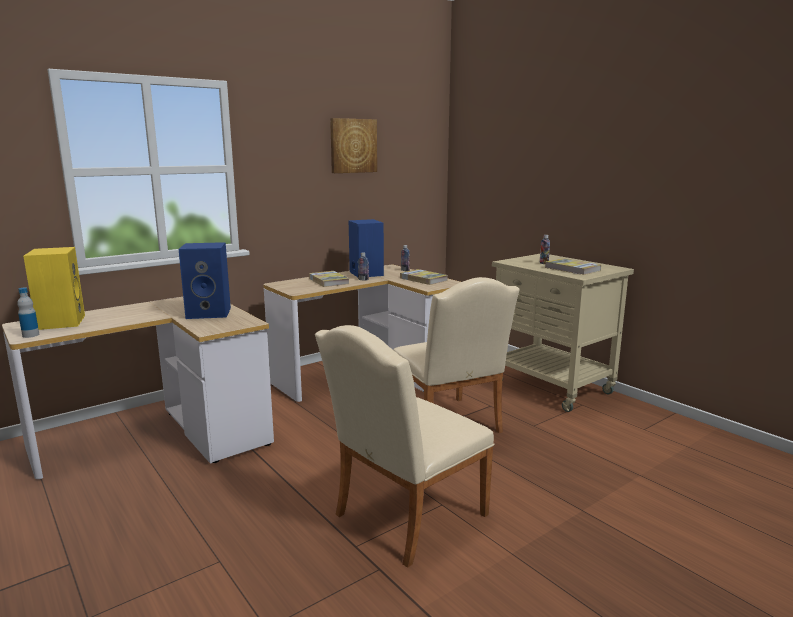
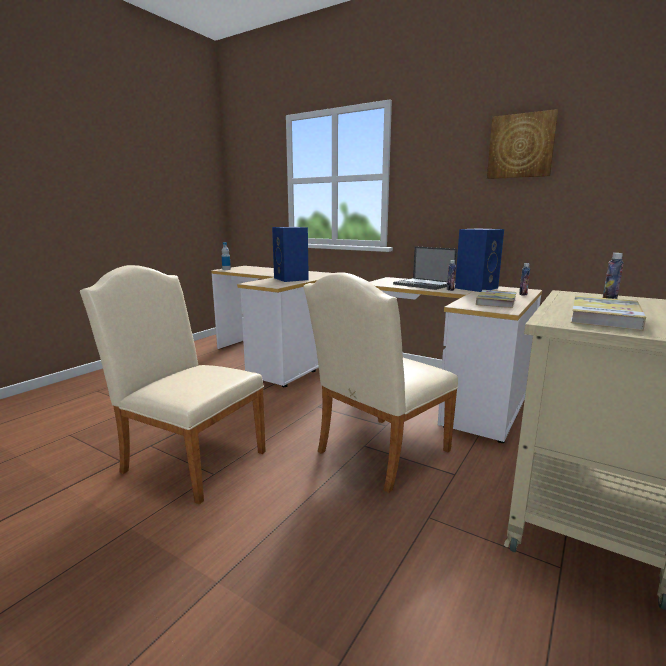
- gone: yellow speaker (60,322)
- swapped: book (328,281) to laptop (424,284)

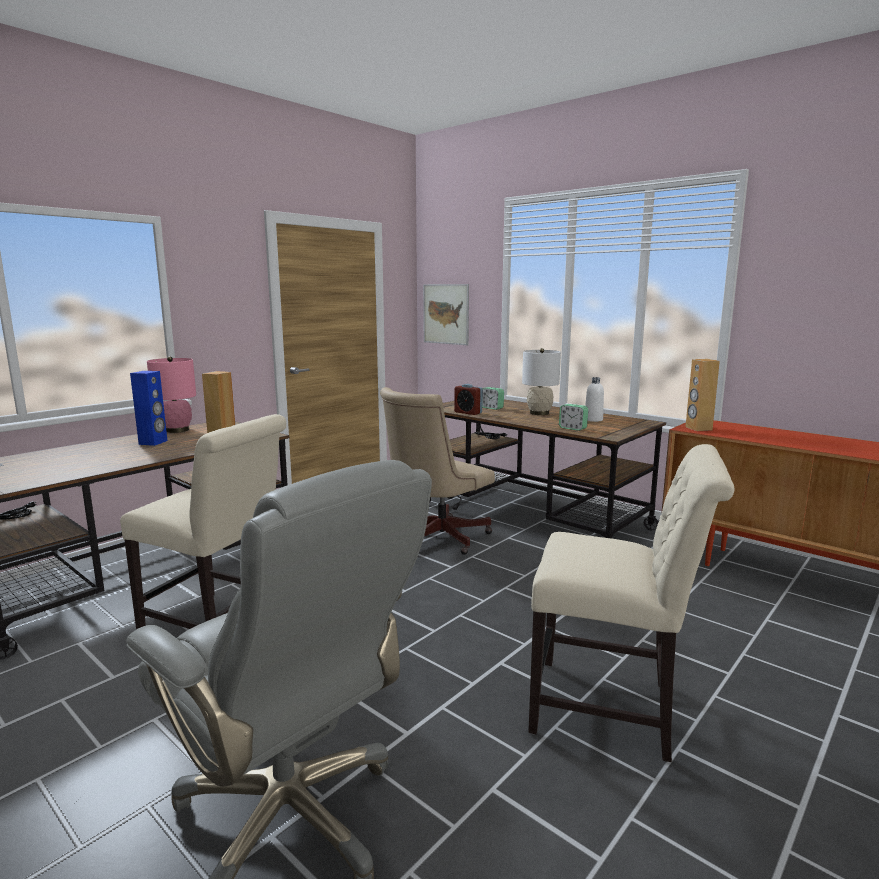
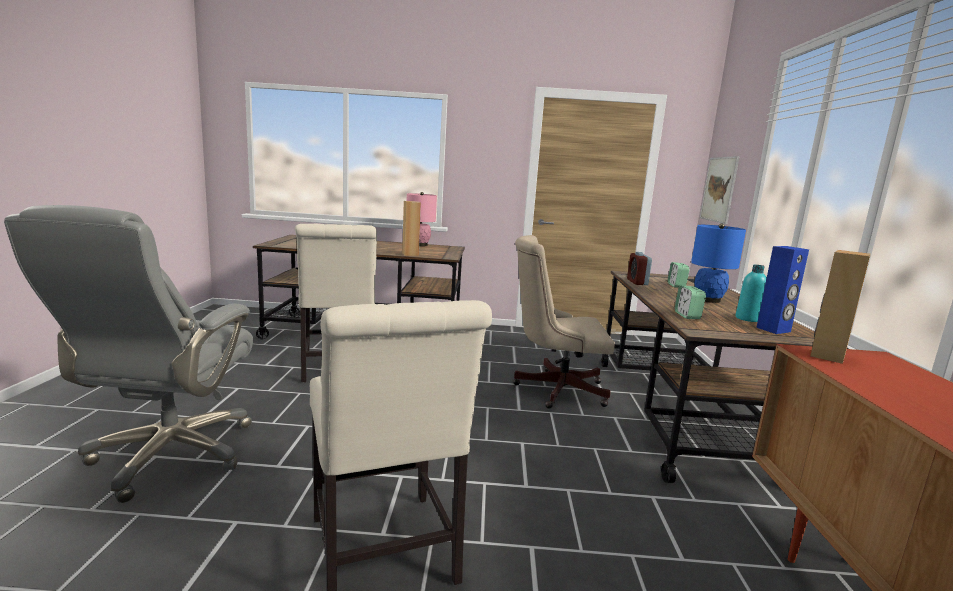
- repainted: white table lamp (539,413) to blue table lamp (708,300)
- shifted: blue speaker (153,442) to (773,330)
- repainted: white bottle (593,420) to turquoise bottle (748,319)

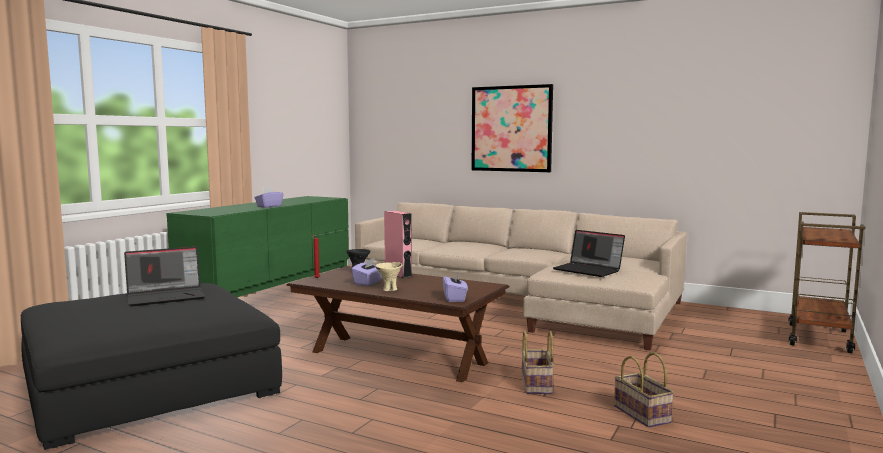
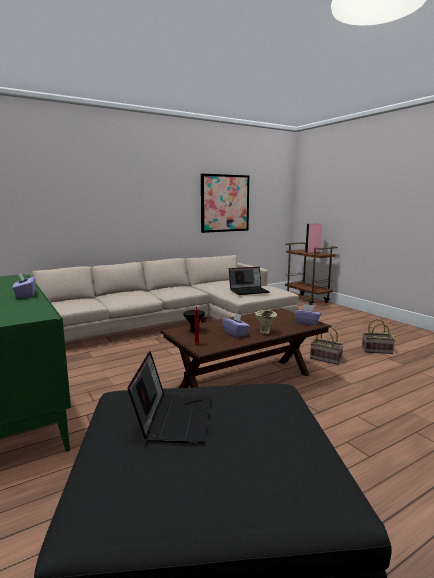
- shifted: picture (511,128) to (225,203)
- shifted: pink speaker (398,274) to (312,252)

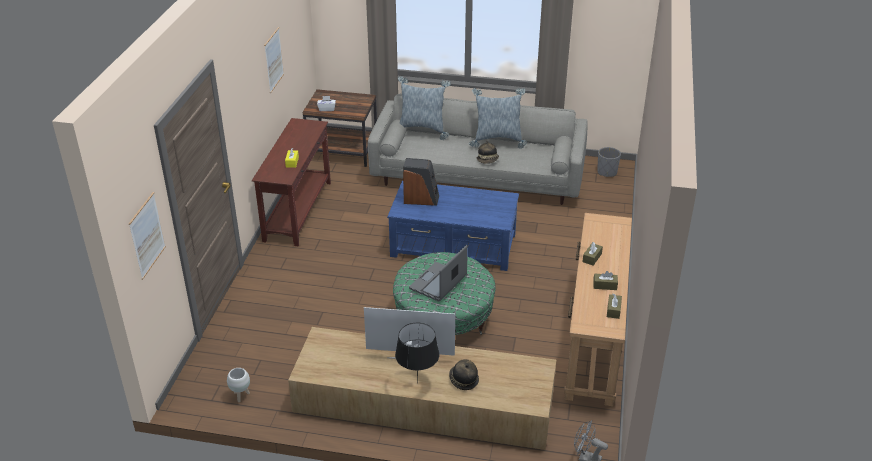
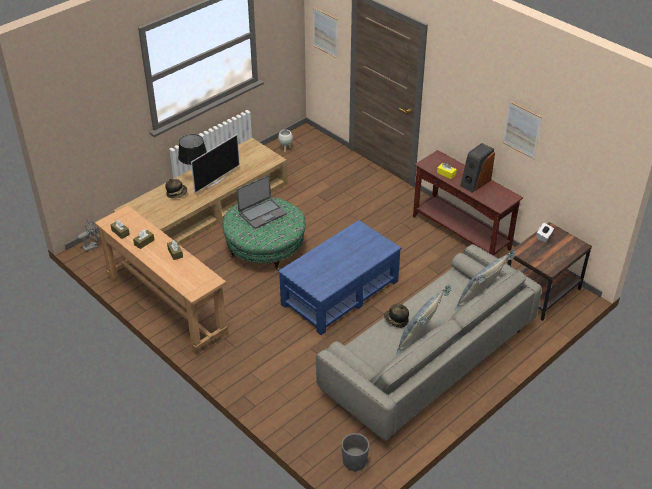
- shifted: speaker (421,199) to (475,182)
- rotated: laptop (438,283) = (262,213) 75 degrees clockwise

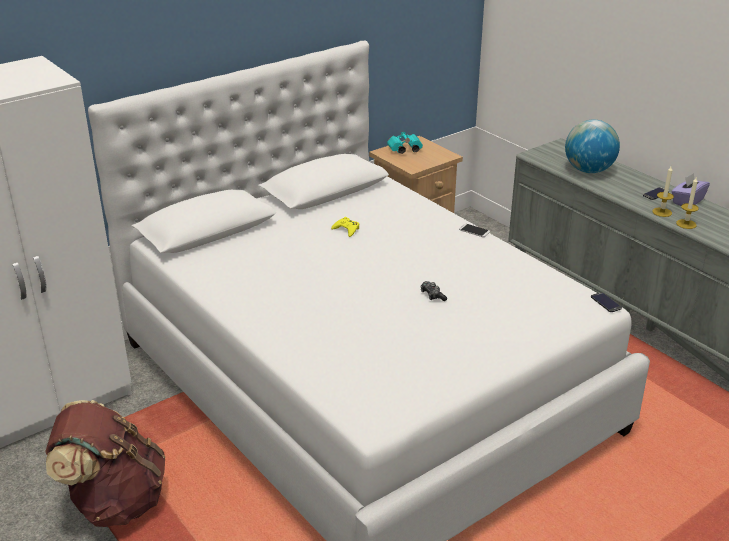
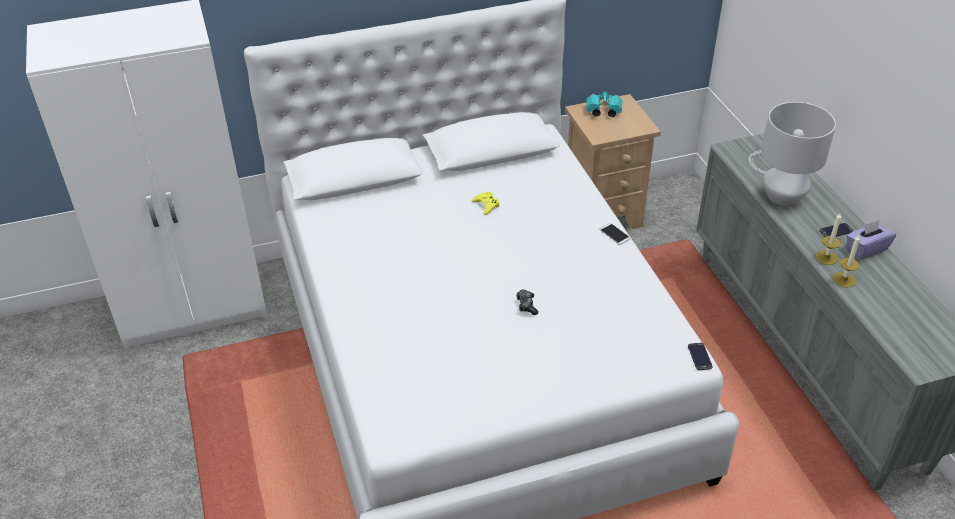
- swapped: globe (588,170) to grey table lamp (778,183)
- gone: brown backpack (115,501)

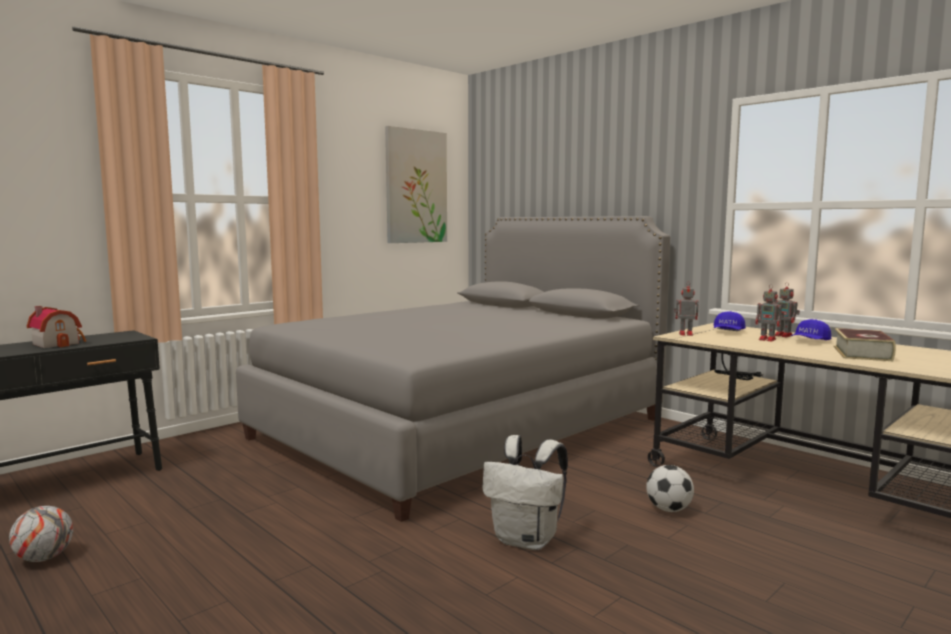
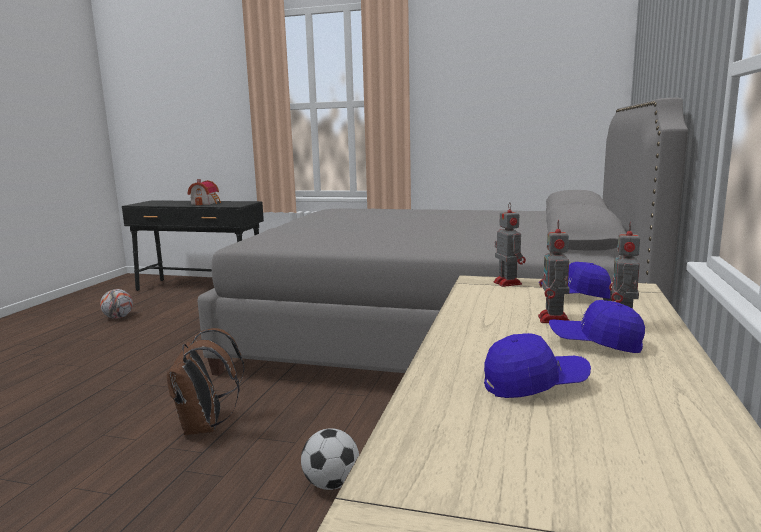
- gone: picture (416,186)
- swapped: book (862,353) to blue cap (534,385)
- repainted: white backpack (527,540) to brown backpack (205,427)

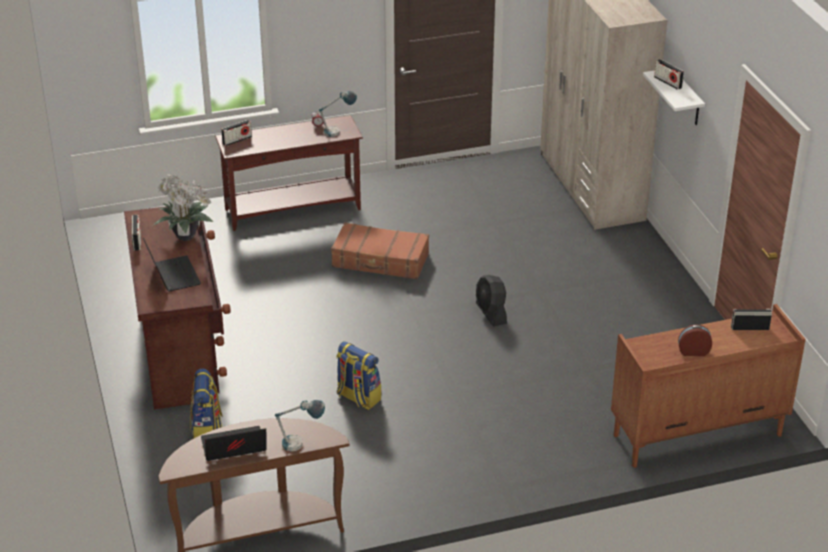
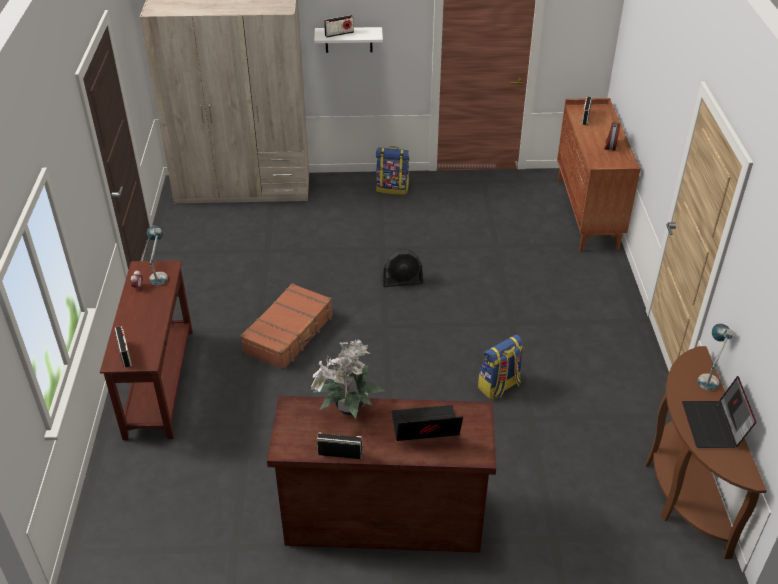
- shifted: backpack (207,429) to (392,188)

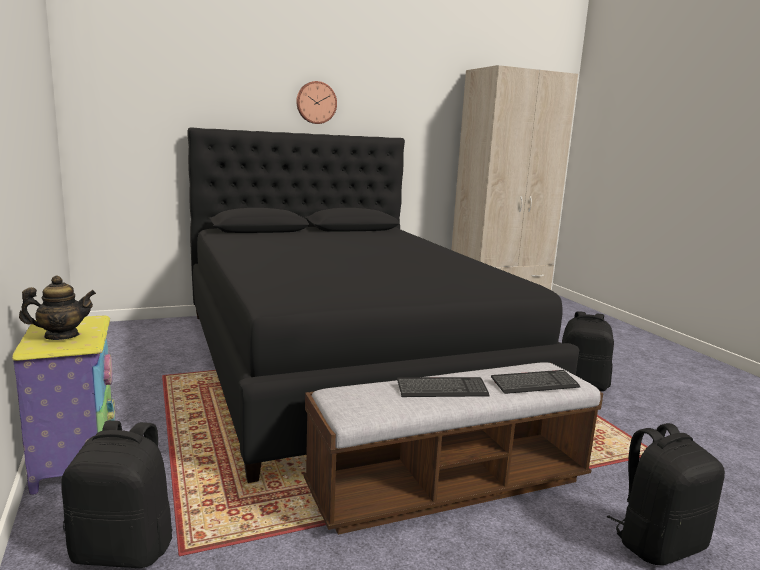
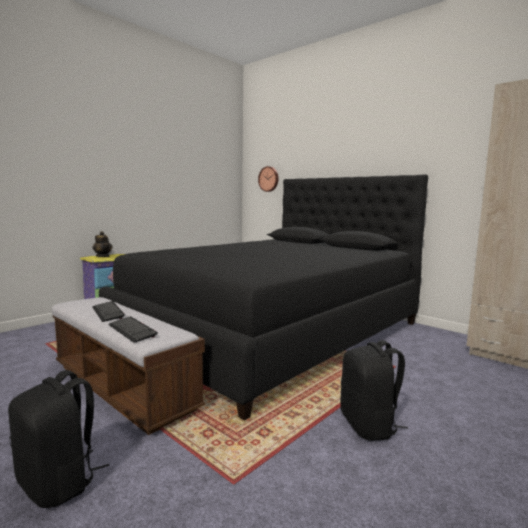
- shifted: wall clock (316,102) to (269,179)
- gone: black backpack (125,549)

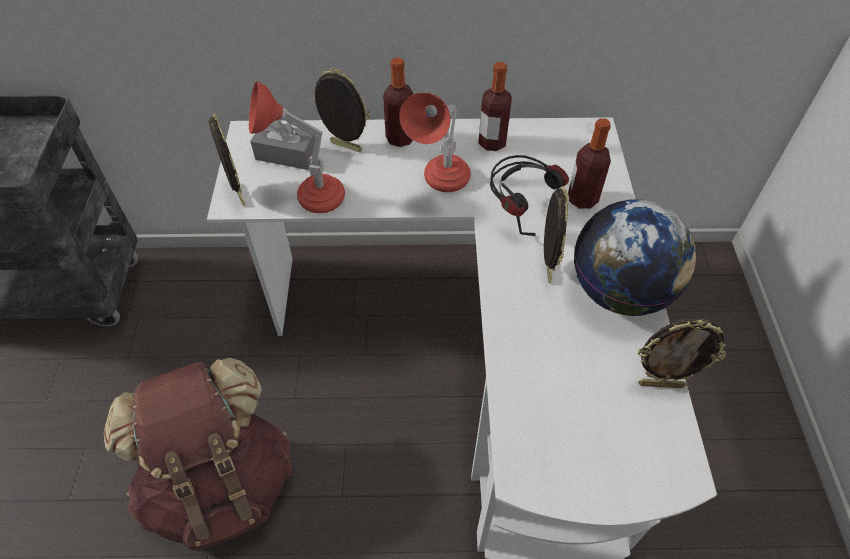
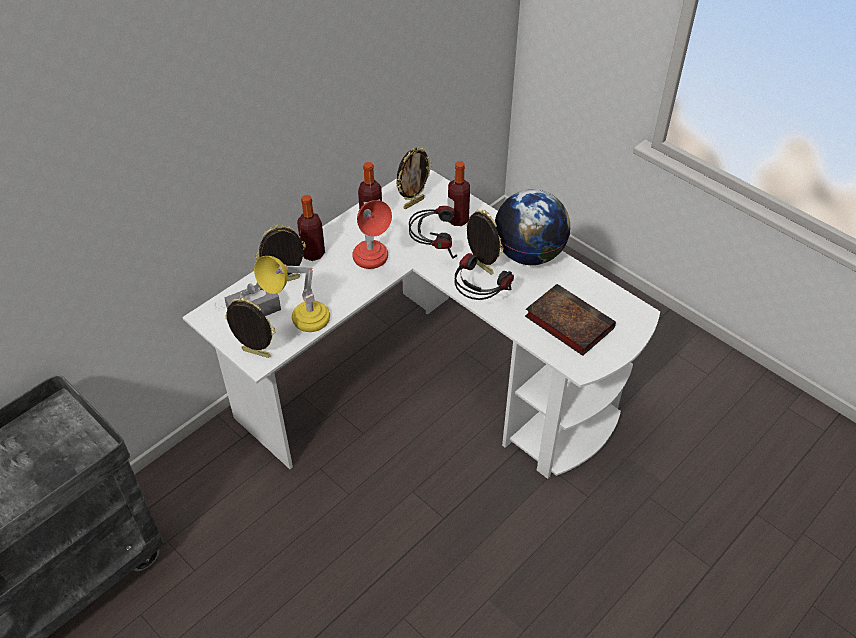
- repainted: red table lamp (307,196) to yellow table lamp (301,324)
- shifted: picture frame (661,384) to (413,203)
- gone: brown backpack (222,484)
- new: headphones (479,299)
- new: book (566,322)

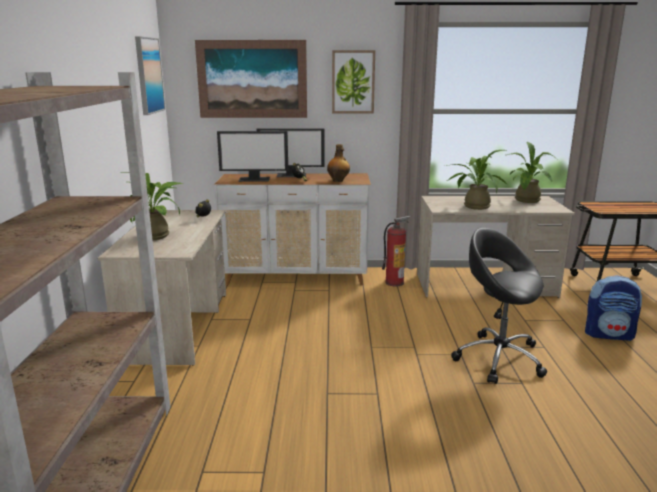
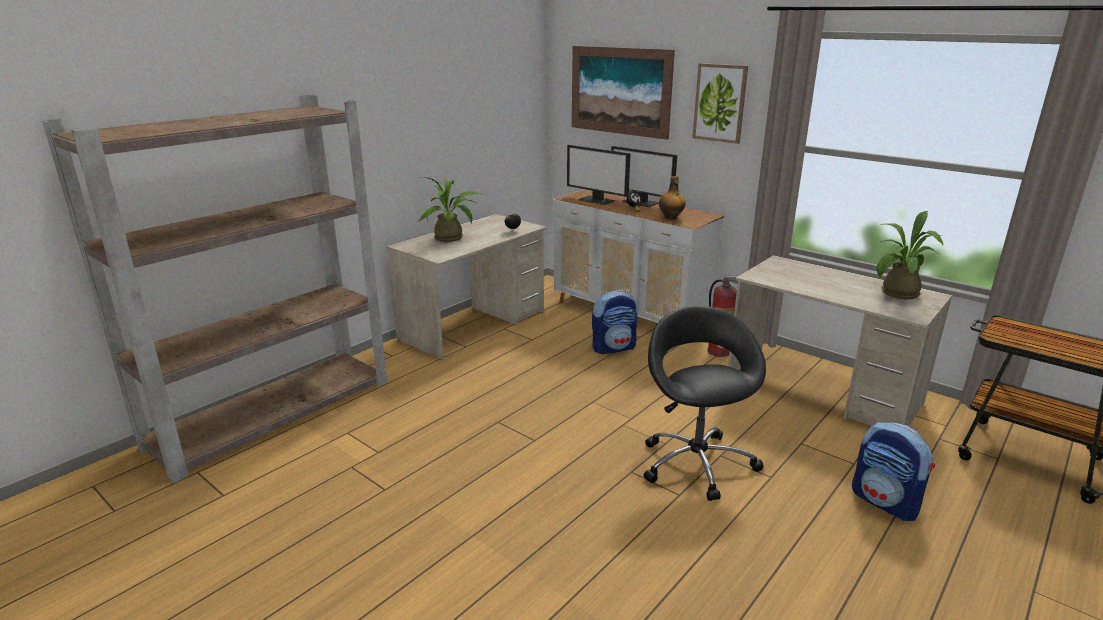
- gone: picture (148,75)
- gone: potted plant (473,206)
- new: backpack (614,348)

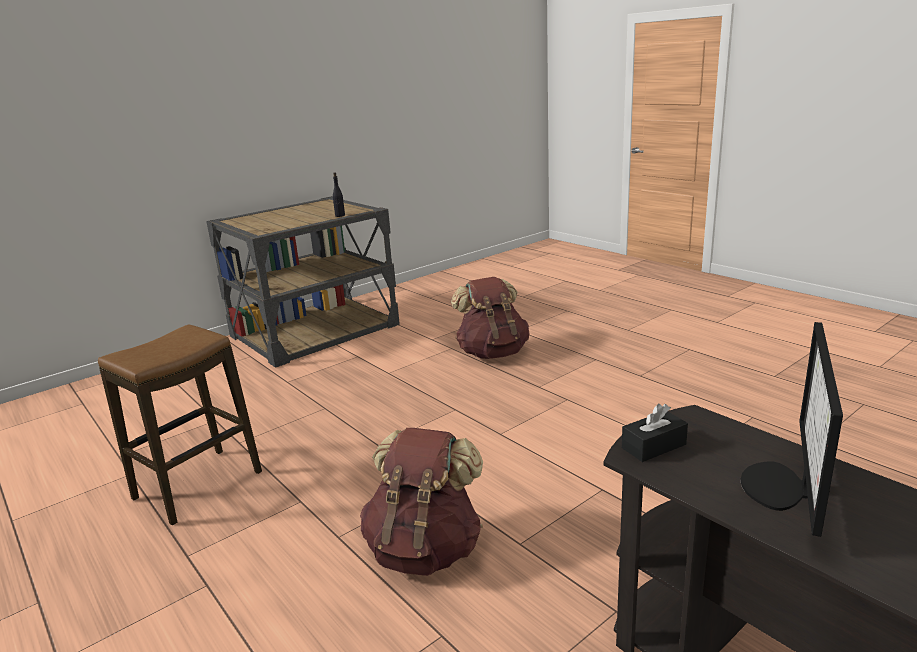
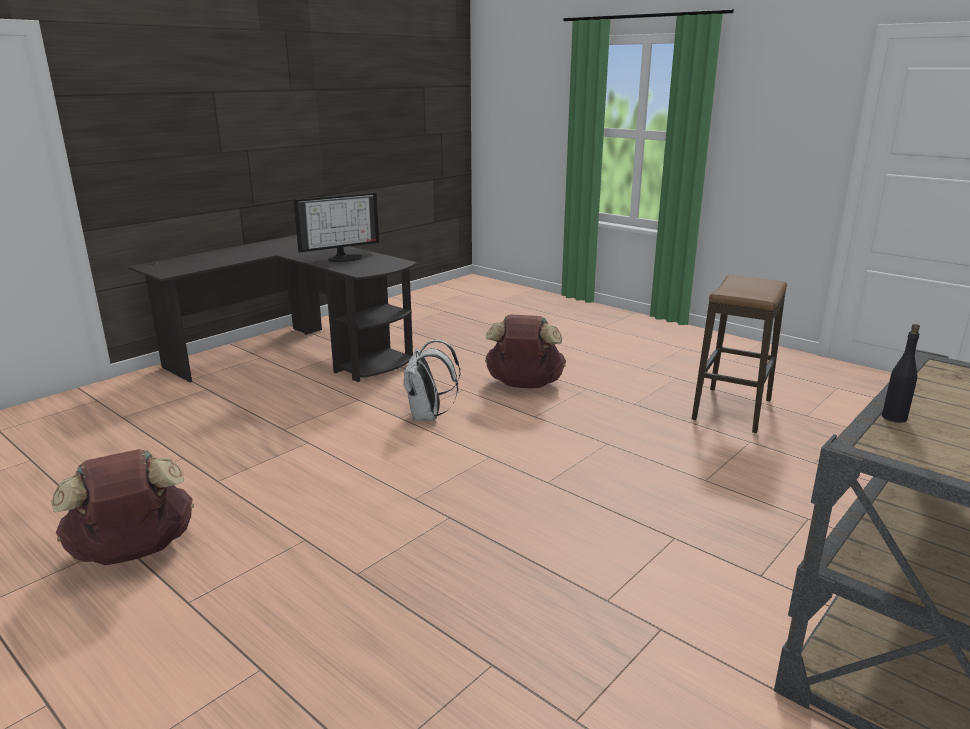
- shifted: brown backpack (492,352) to (134,553)
- rotated: monitor (783,488) = (344,257) 45 degrees clockwise
- gone: black tissue box (653,446)
- new: white backpack (428,416)

